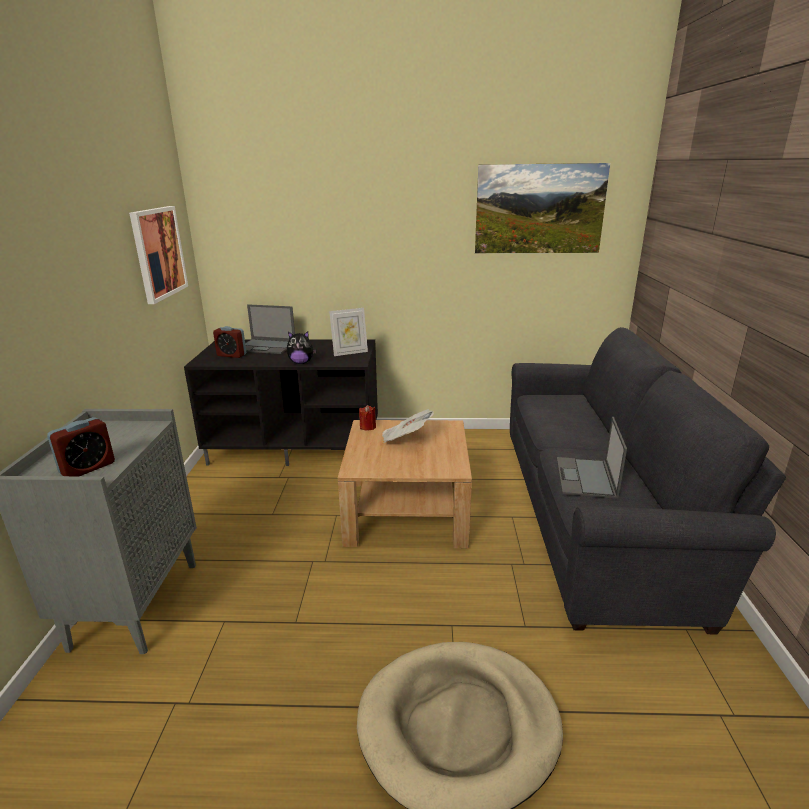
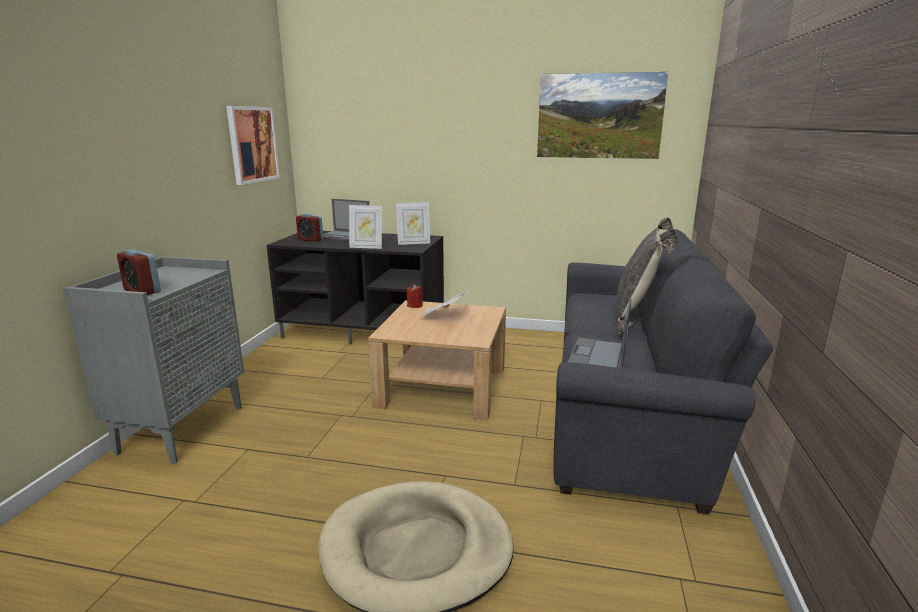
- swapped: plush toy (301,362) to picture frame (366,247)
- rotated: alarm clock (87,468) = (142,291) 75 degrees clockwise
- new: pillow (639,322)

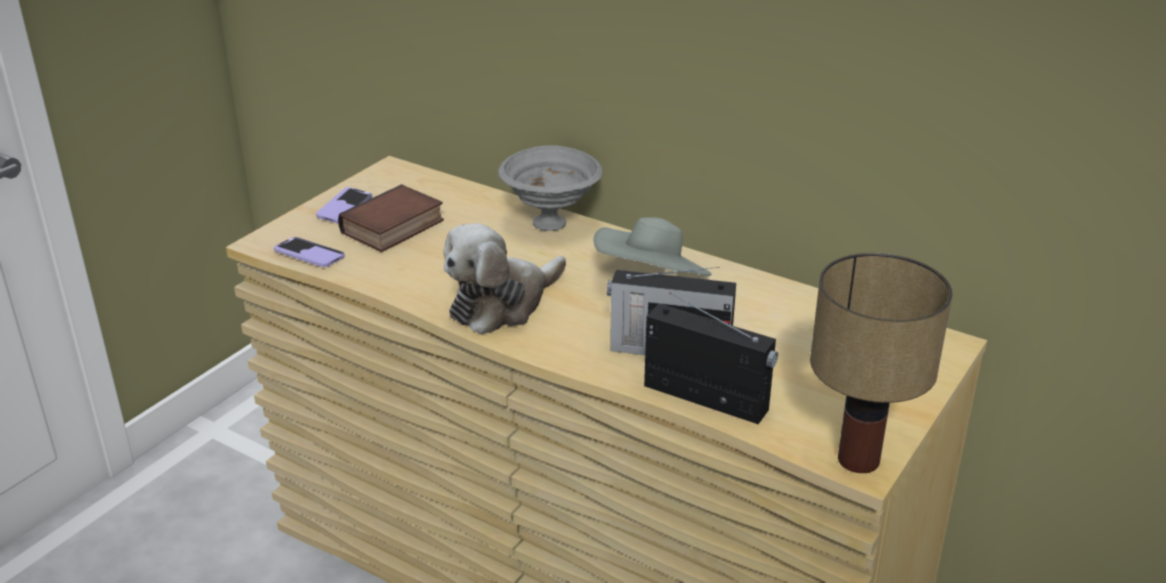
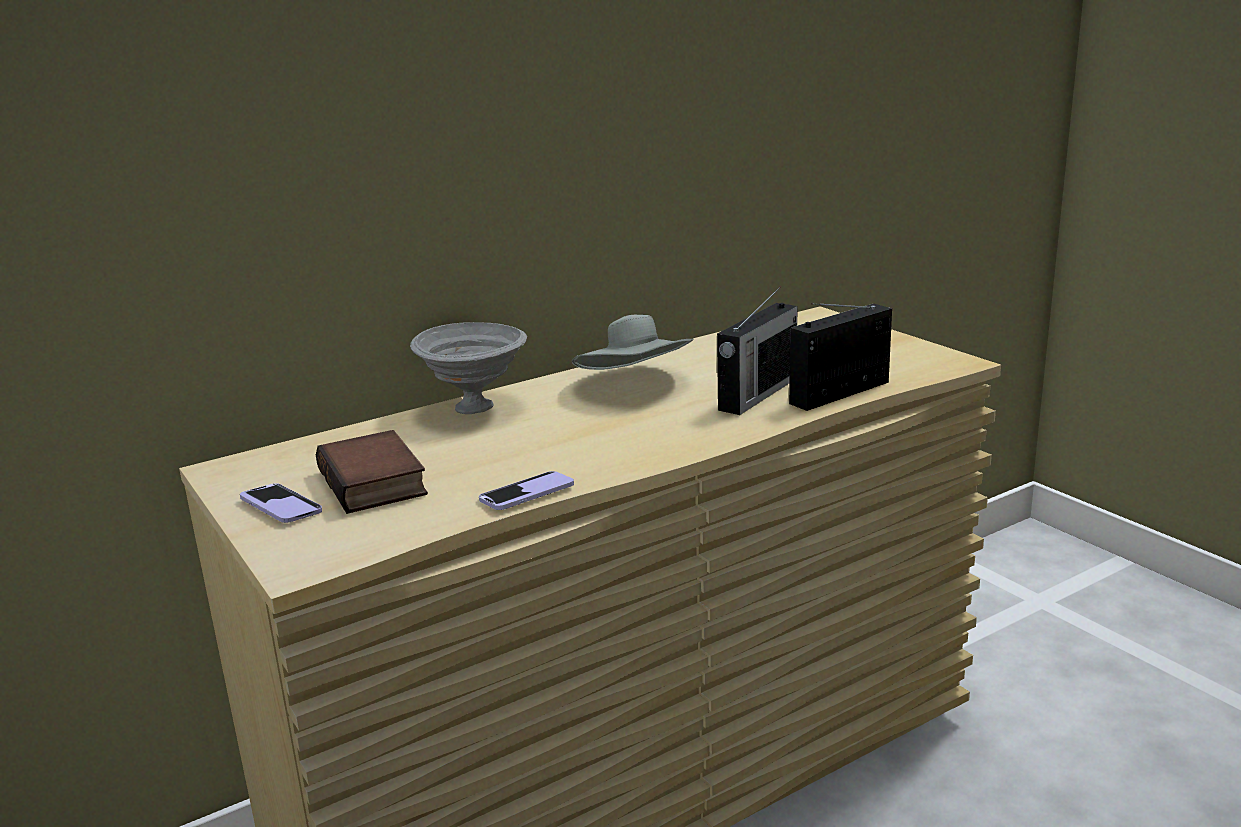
- gone: plush toy (502,304)
- shifted: phone (309,254) to (527,493)
- gone: table lamp (856,458)

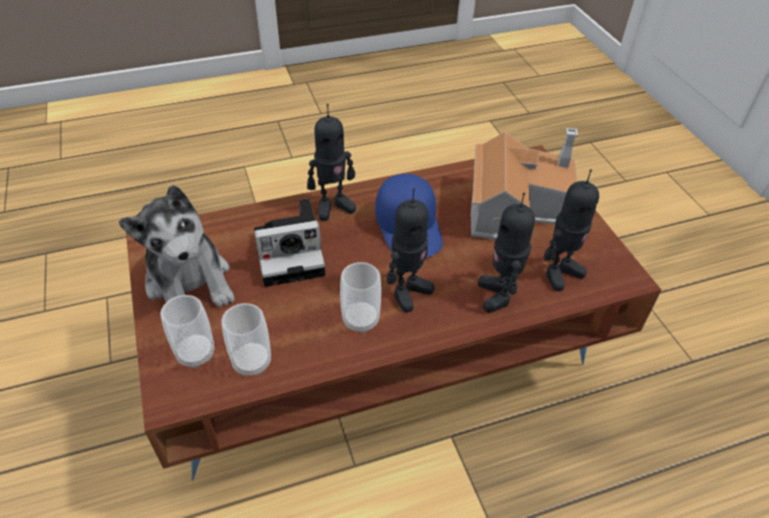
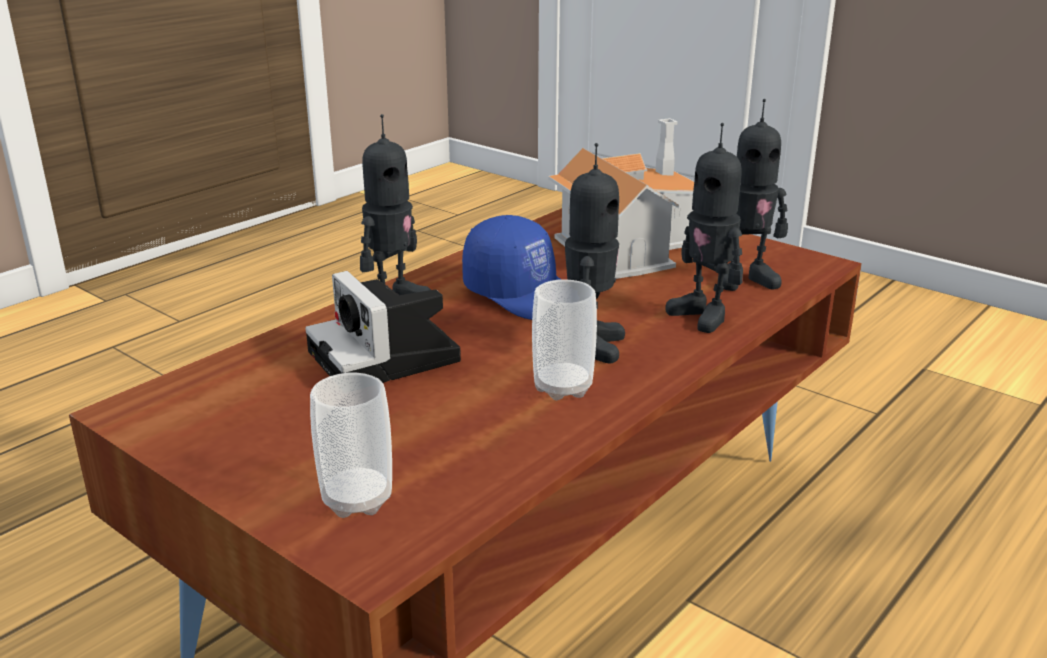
- rotated: toy robot (559,273) = (746,279) 60 degrees clockwise
- gone: plush toy (190,282)
- rotated: photo camera (292,253) = (388,358) 105 degrees clockwise
- gone: cup (252,362)

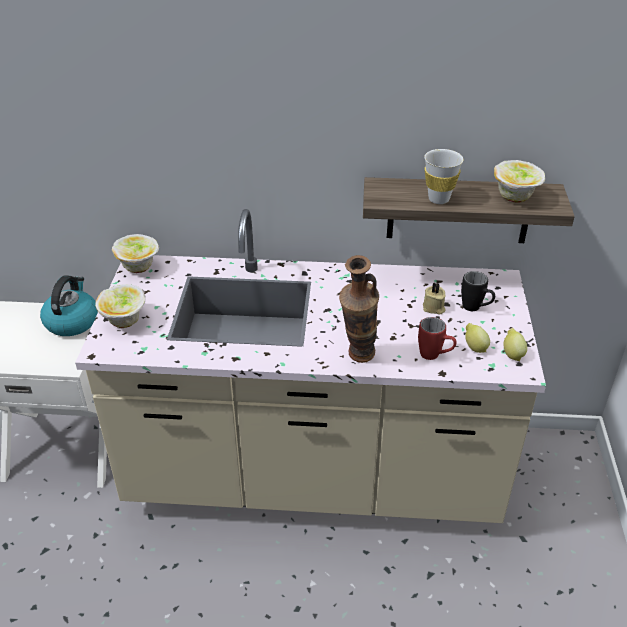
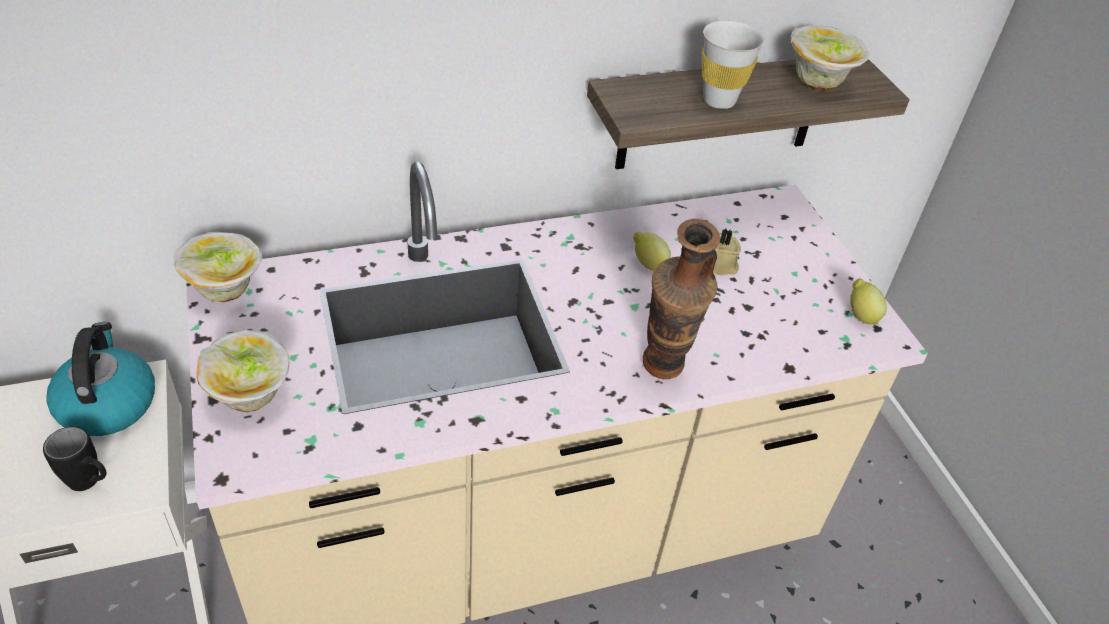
- shifted: black mug (476,309) to (91,483)
- gone: red mug (435,356)
- shifted: lemon (474,347) to (648,264)

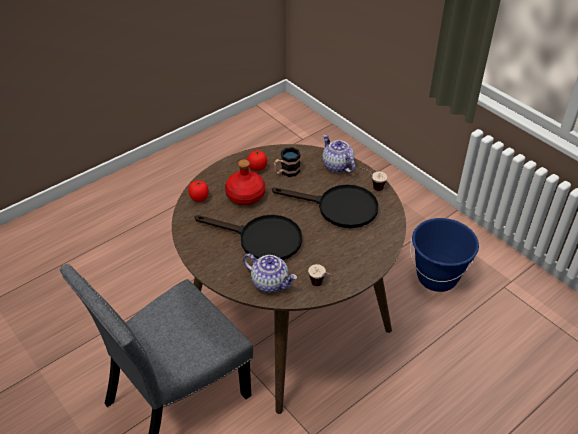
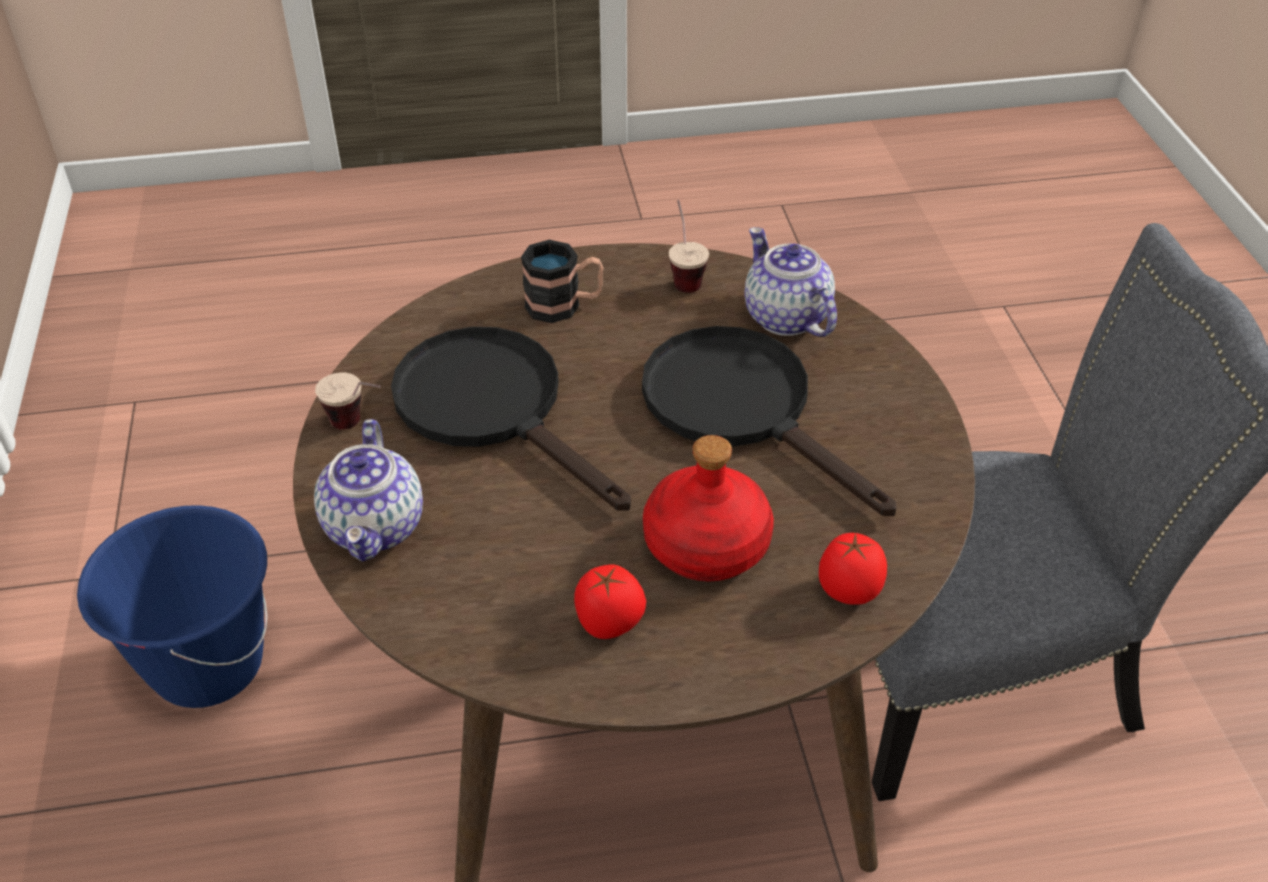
- shifted: mug (286,172) to (564,305)

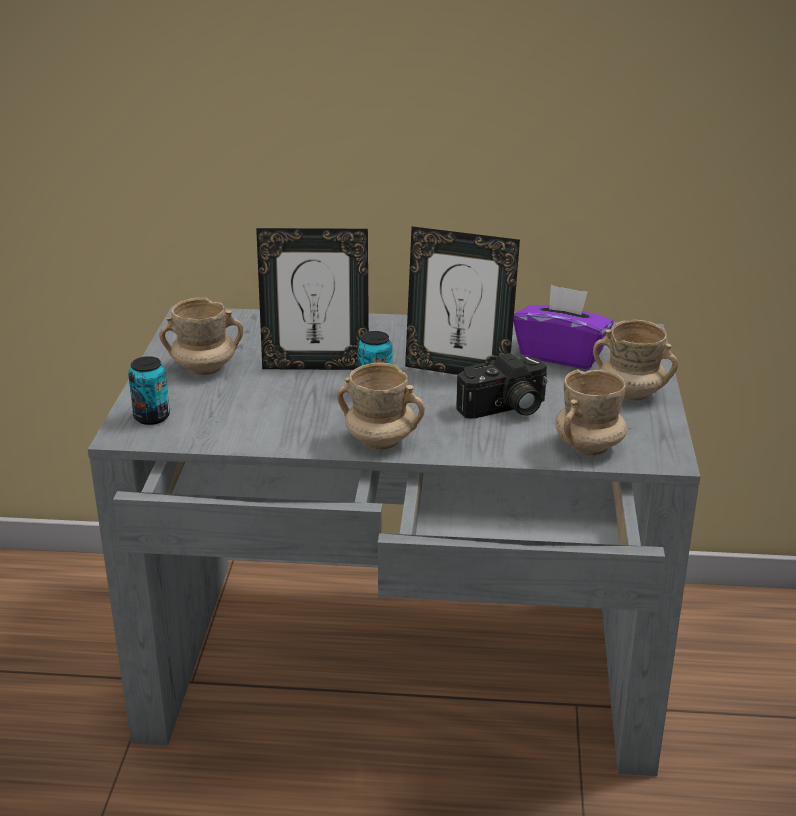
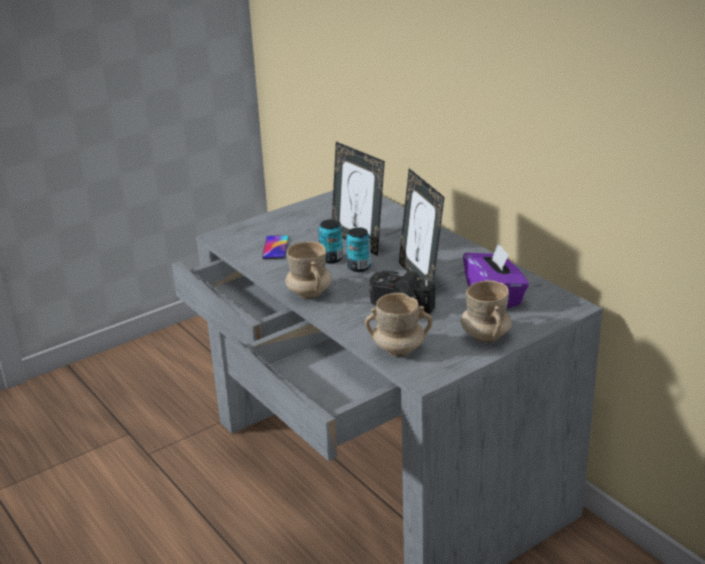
- gone: beige mug (204,368)
- shifted: can (152,417) to (331,259)
- new: phone (275,247)

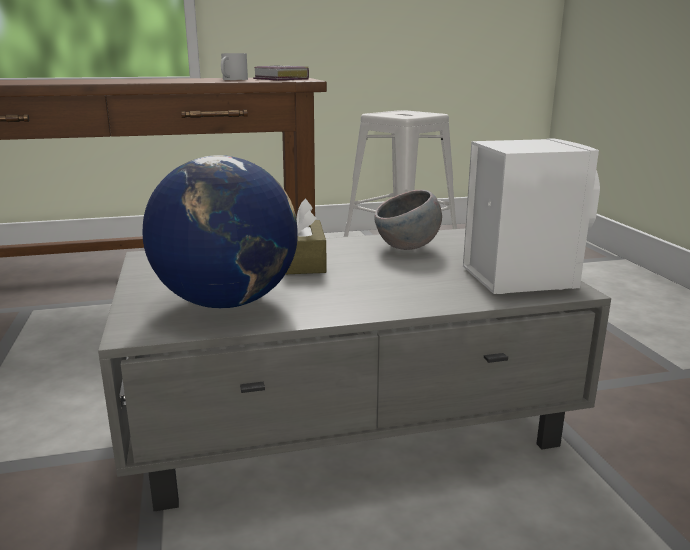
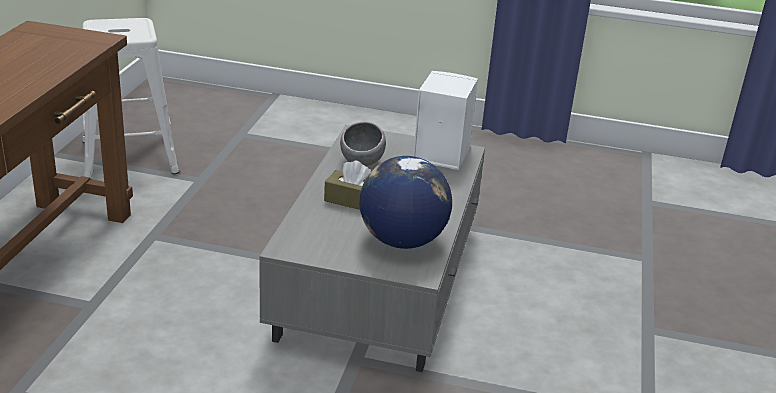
- gone: white mug (232,79)
- gone: book (280,79)

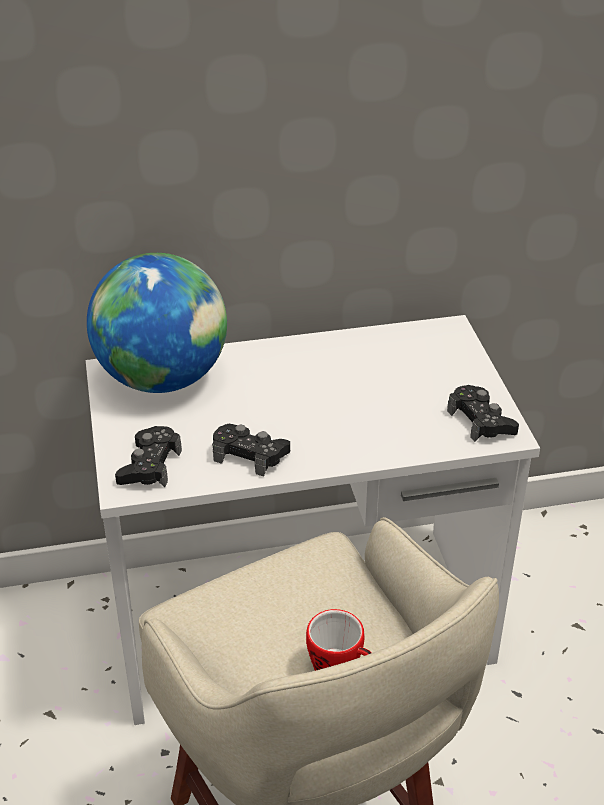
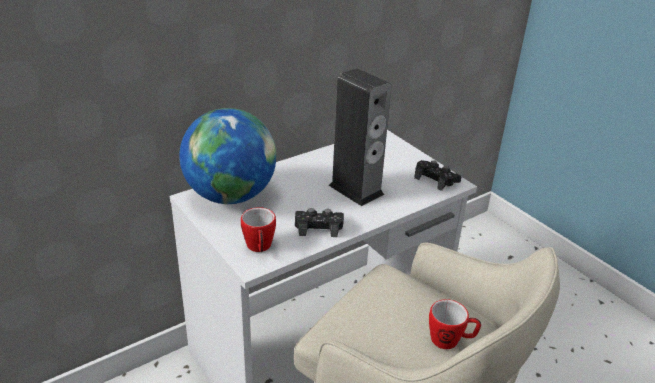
- swapped: black game controller (150,465) to mug (259,248)
- new: speaker (356,190)

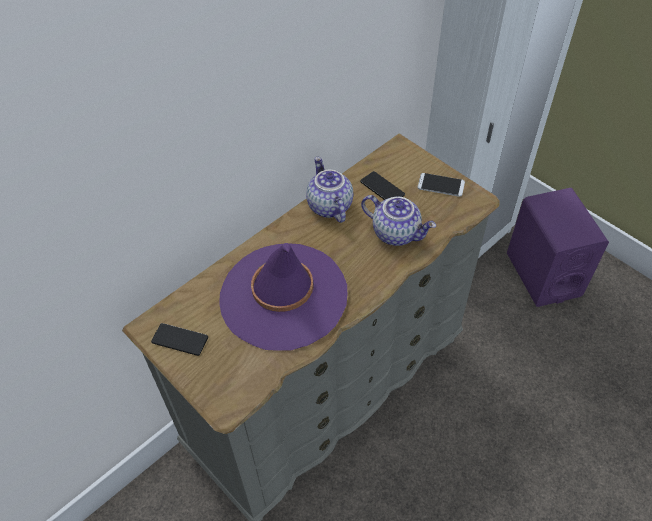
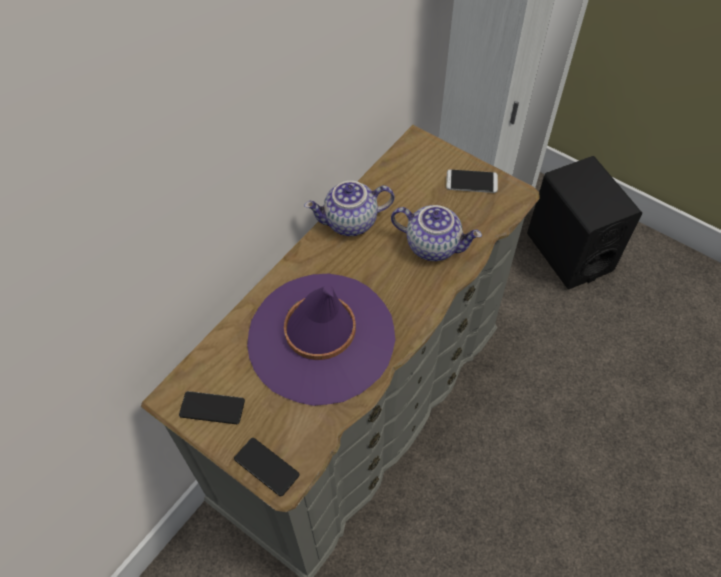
- rotated: teapot (328,206) = (350,223) 75 degrees counterclockwise
- shifted: phone (382,188) to (266,467)
- repainted: purple speaker (543,274) to black speaker (569,252)

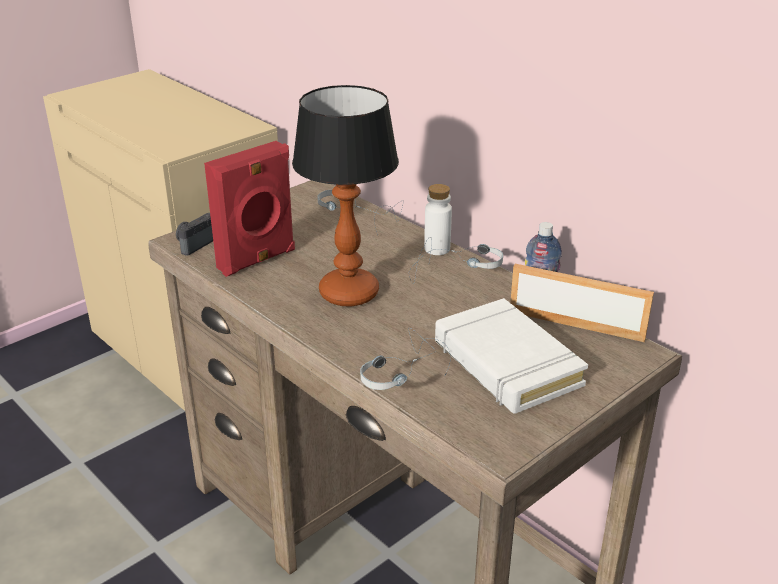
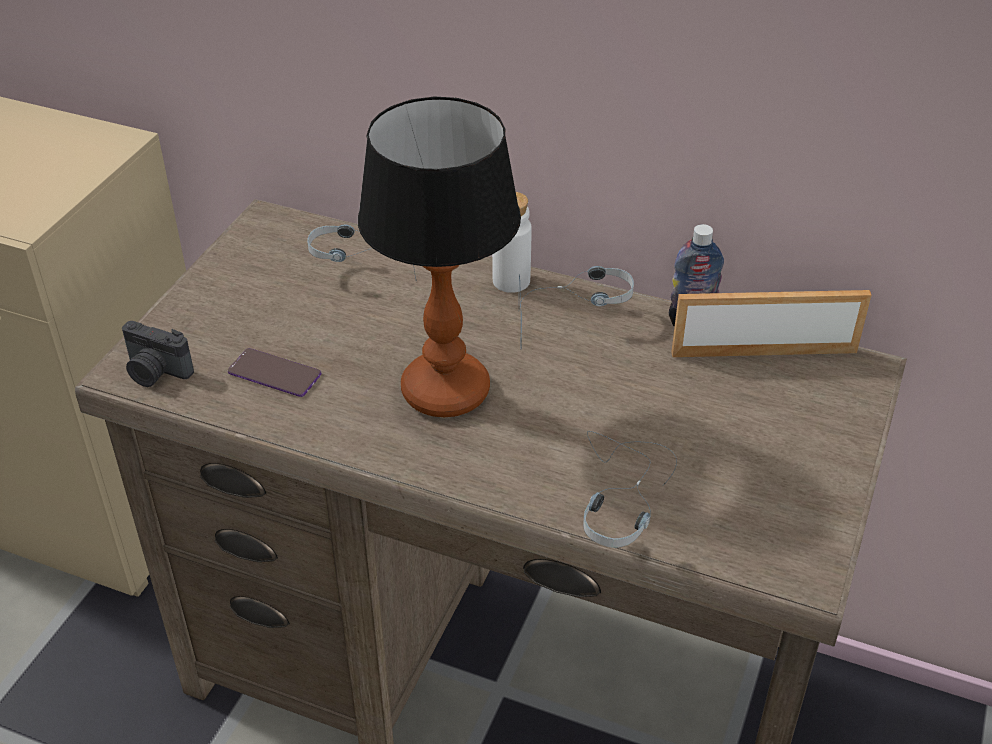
- swapped: red speaker (258,260) to phone (274,374)
- rotated: photo camera (194,244) = (155,372) 75 degrees counterclockwise
- gone: white book (506,363)

